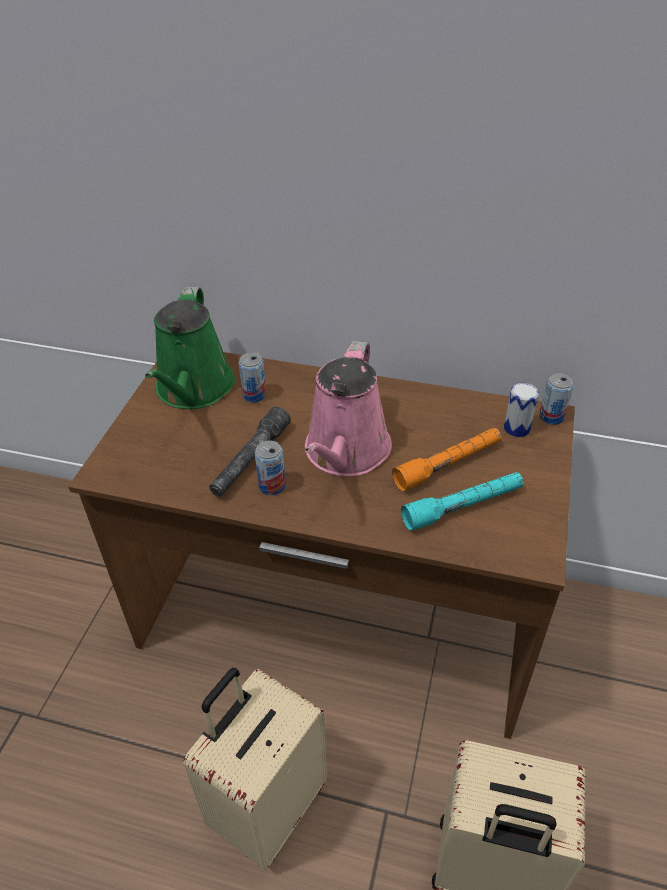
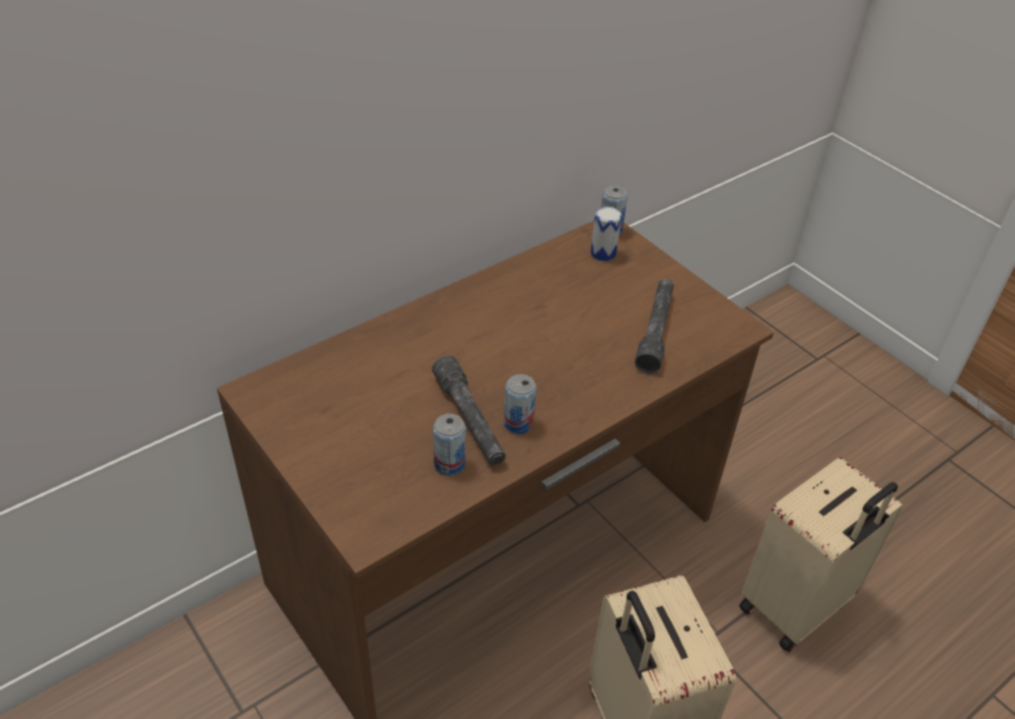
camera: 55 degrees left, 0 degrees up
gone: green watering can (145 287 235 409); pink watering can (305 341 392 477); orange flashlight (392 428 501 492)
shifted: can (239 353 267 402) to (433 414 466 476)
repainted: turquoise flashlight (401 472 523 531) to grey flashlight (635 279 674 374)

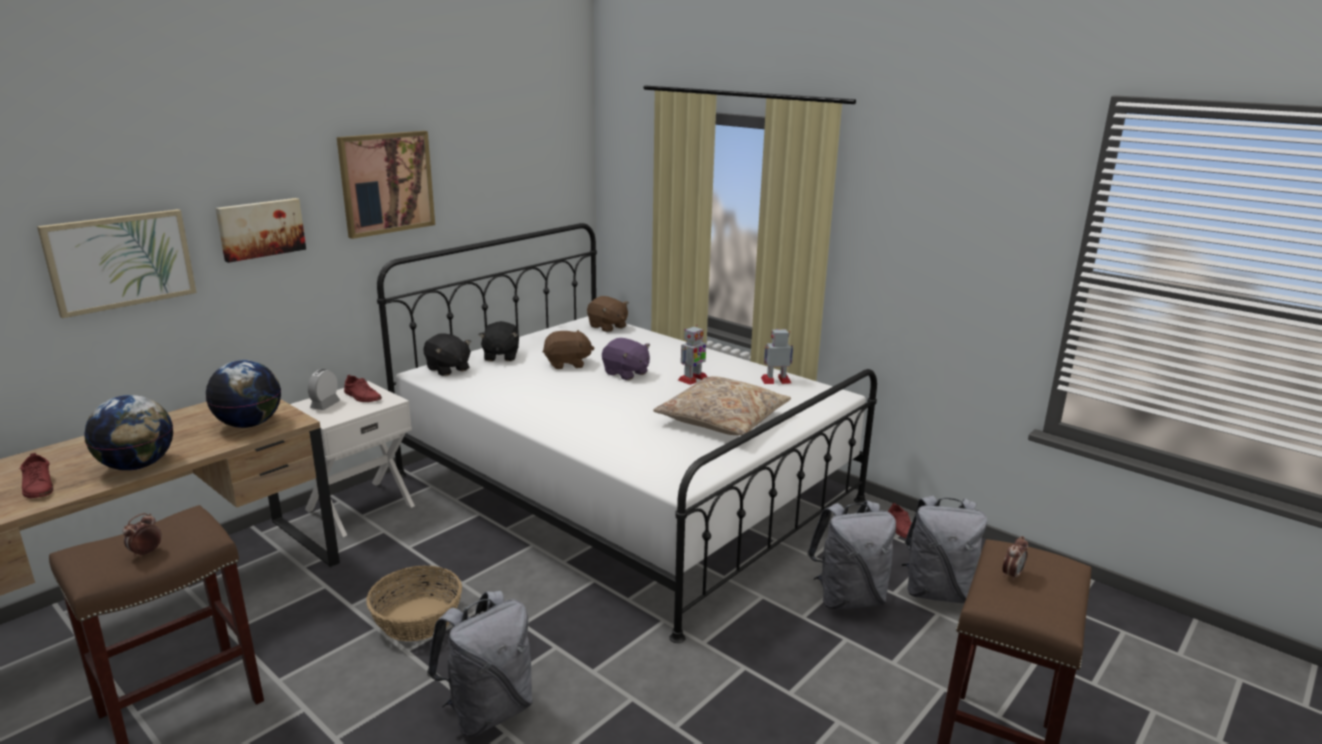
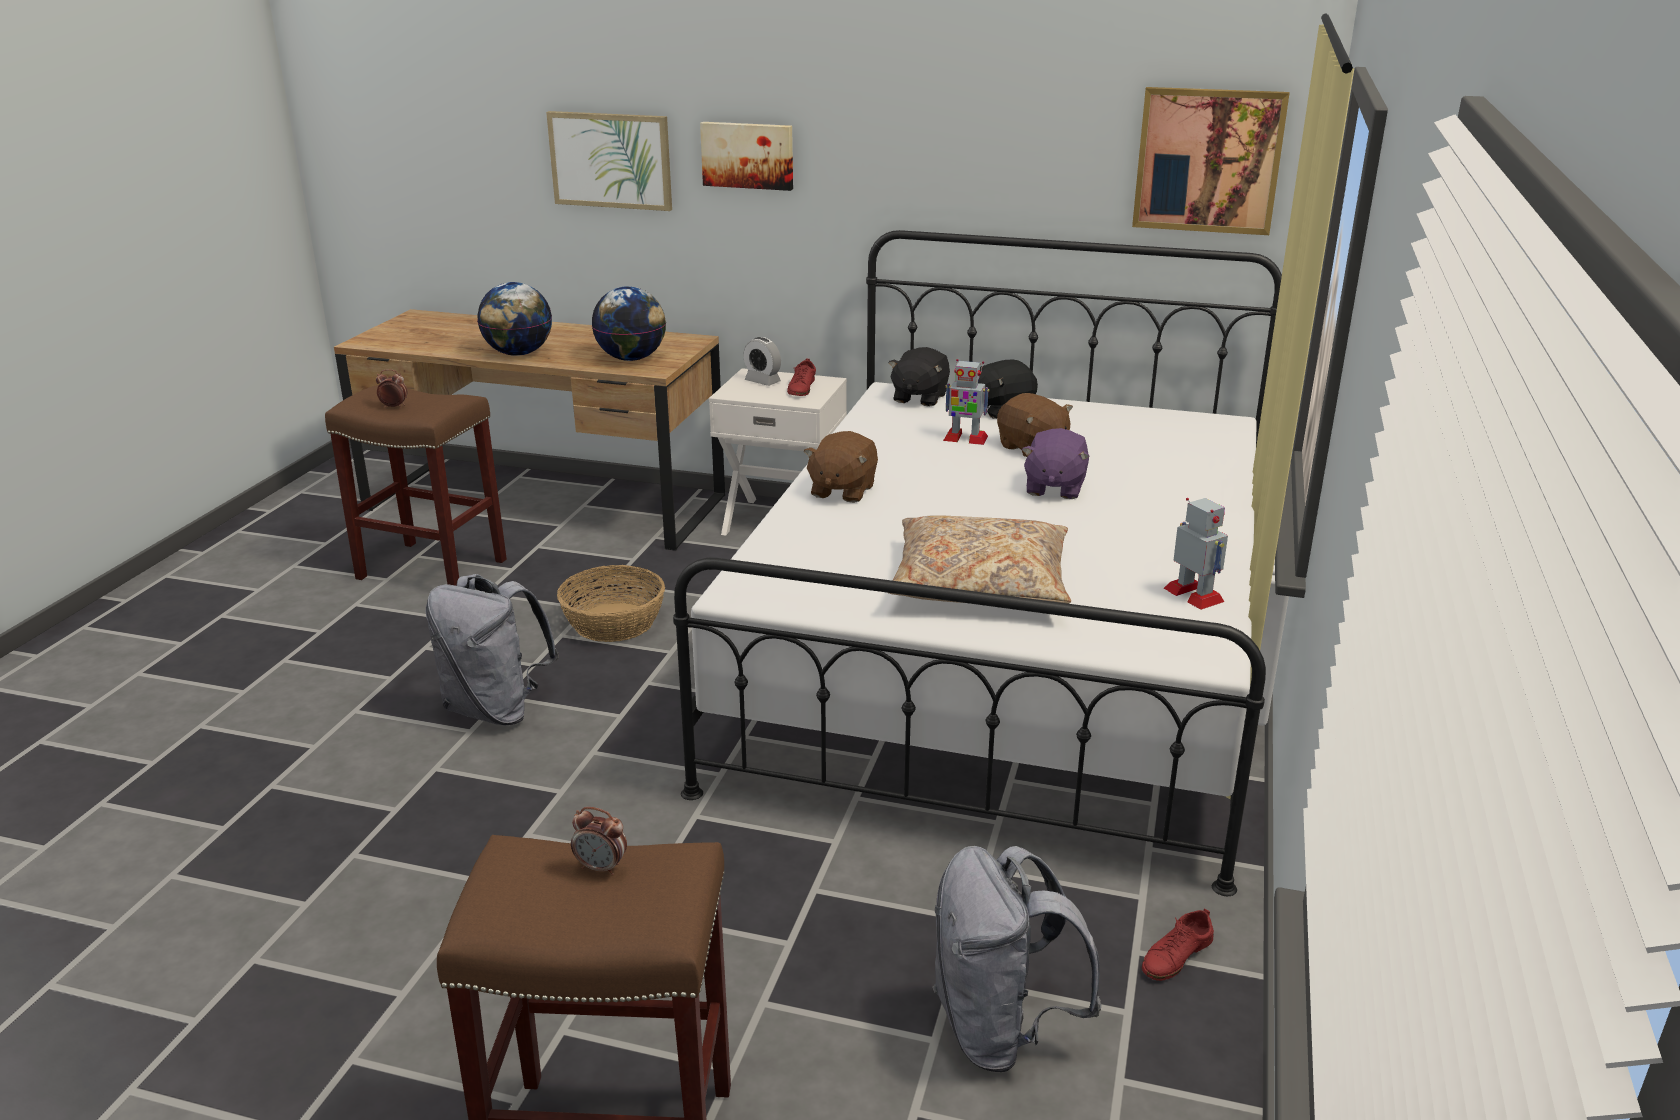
camera: 65 degrees right, 5 degrees up
gone: red shoe (19 453 53 498); grey backpack (807 500 896 610)
shifted: picture (337 131 435 239) to (1132 87 1290 235); brown plush toy (587 296 629 332) to (804 431 878 503); toy robot (678 325 707 385) to (943 359 989 445)
rotated: alarm clock (308 369 340 410) = (743 337 781 386) 135 degrees counterclockwise

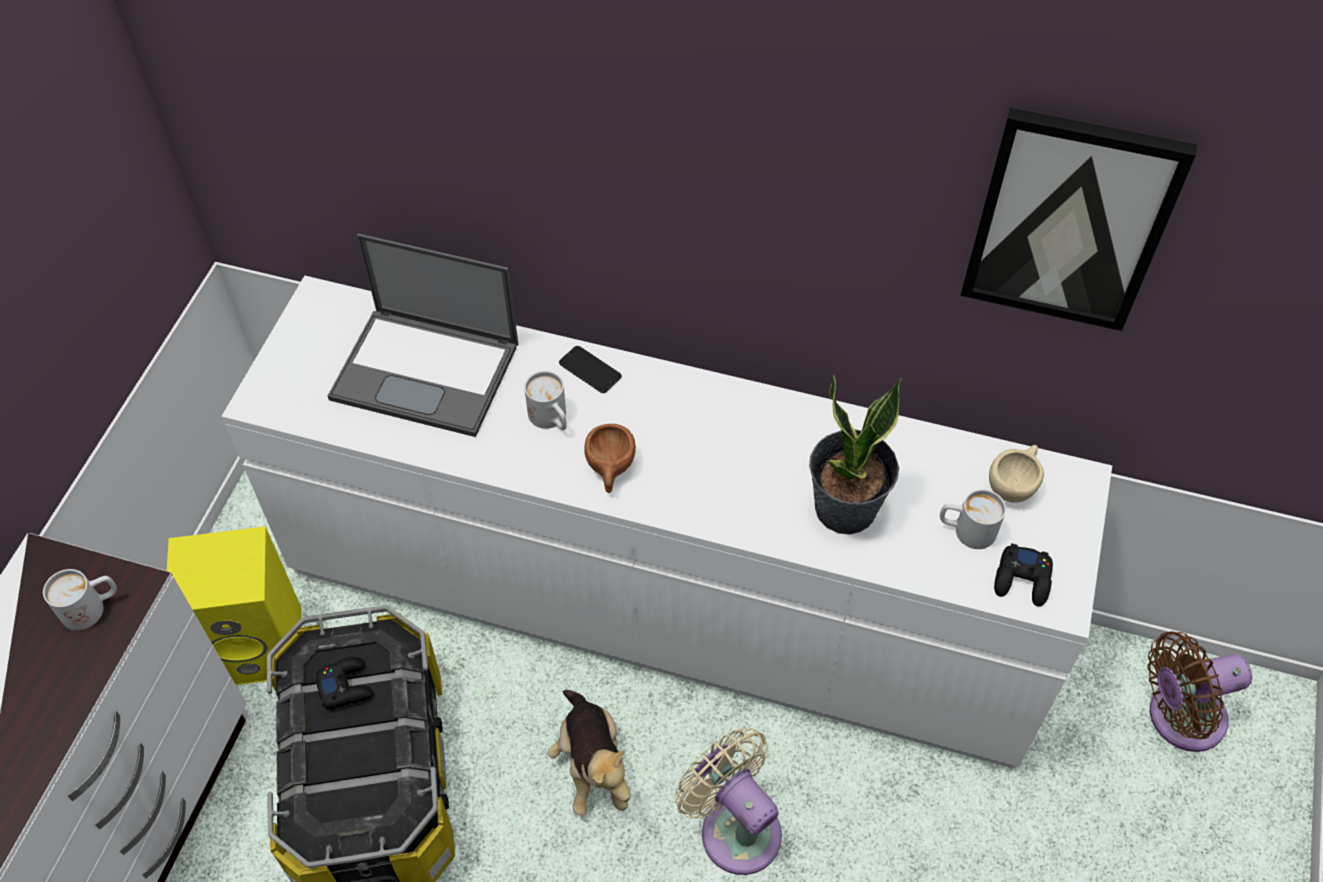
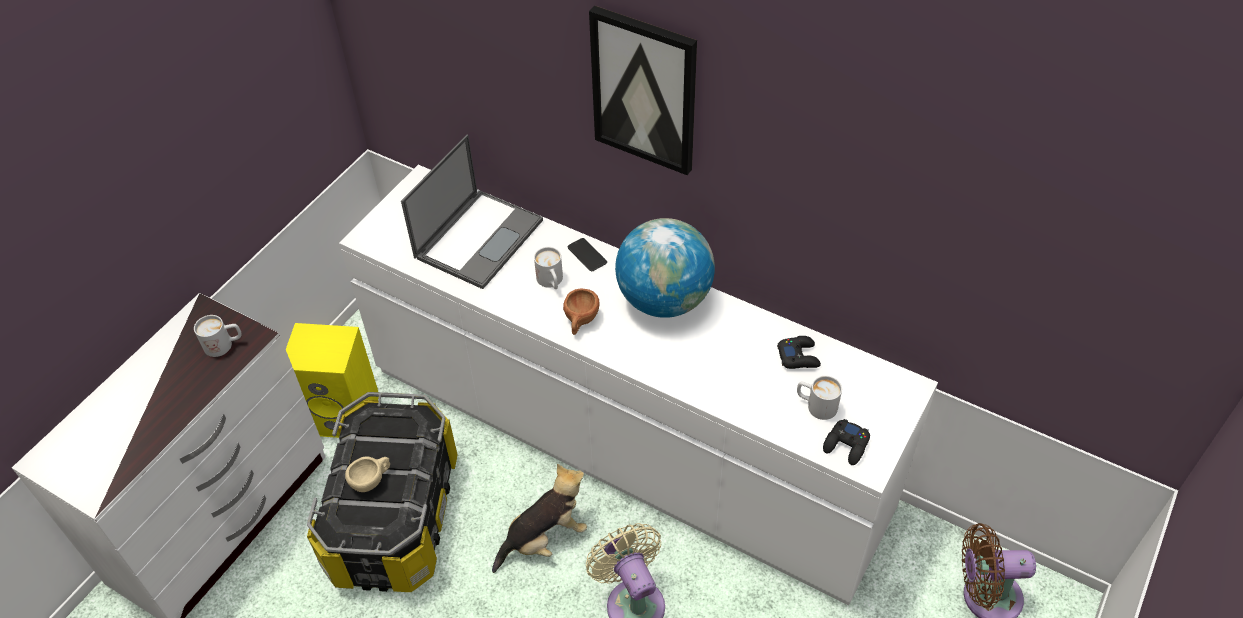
camera: 15 degrees right, 5 degrees down
gone: potted plant (809 375 902 534)
new: globe (615 218 715 318)
shifted: picture (960 107 1197 331) to (589 5 697 175); beige cup (989 445 1044 503) to (345 457 390 492); black game controller (314 657 374 709) to (777 336 821 369)
rotated: laptop (328 233 518 437) = (401 135 543 289) 90 degrees counterclockwise; plush toy (548 690 631 816) = (492 464 587 573) 120 degrees counterclockwise

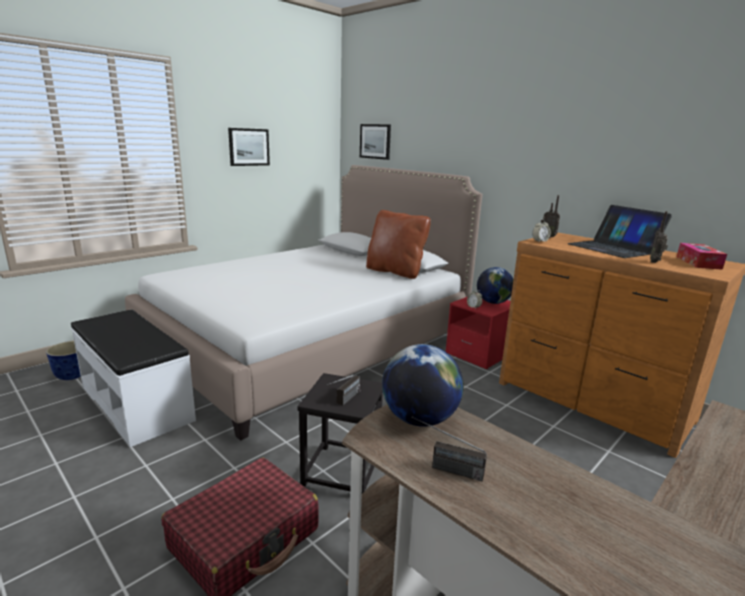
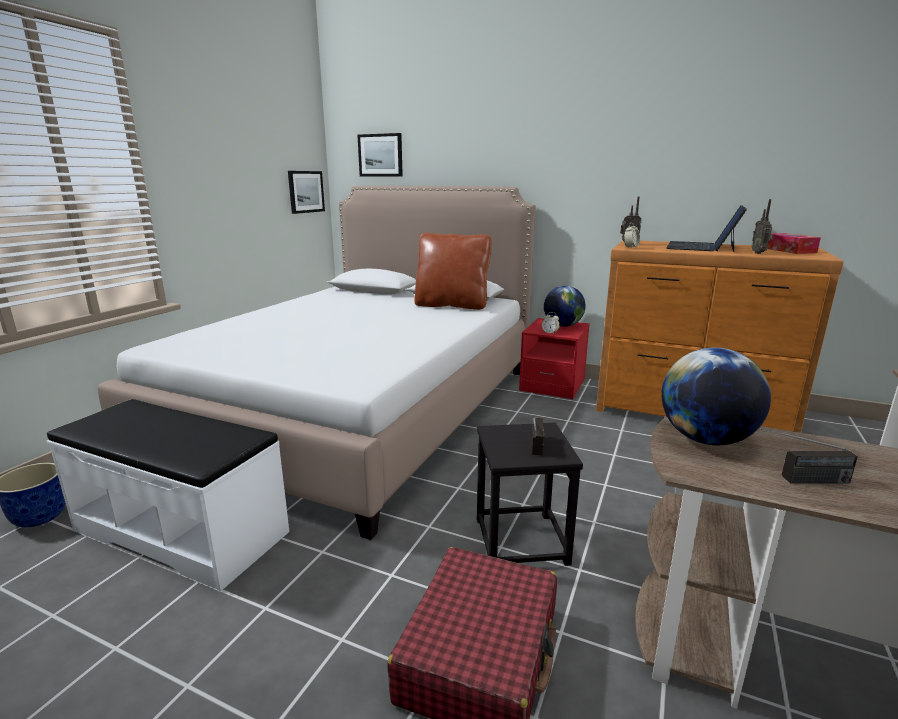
camera: 20 degrees left, 0 degrees up
shifted: picture (228 128 270 166) to (288 171 325 214)
rotated: laptop (567 205 672 258) = (666 205 747 252) 75 degrees clockwise

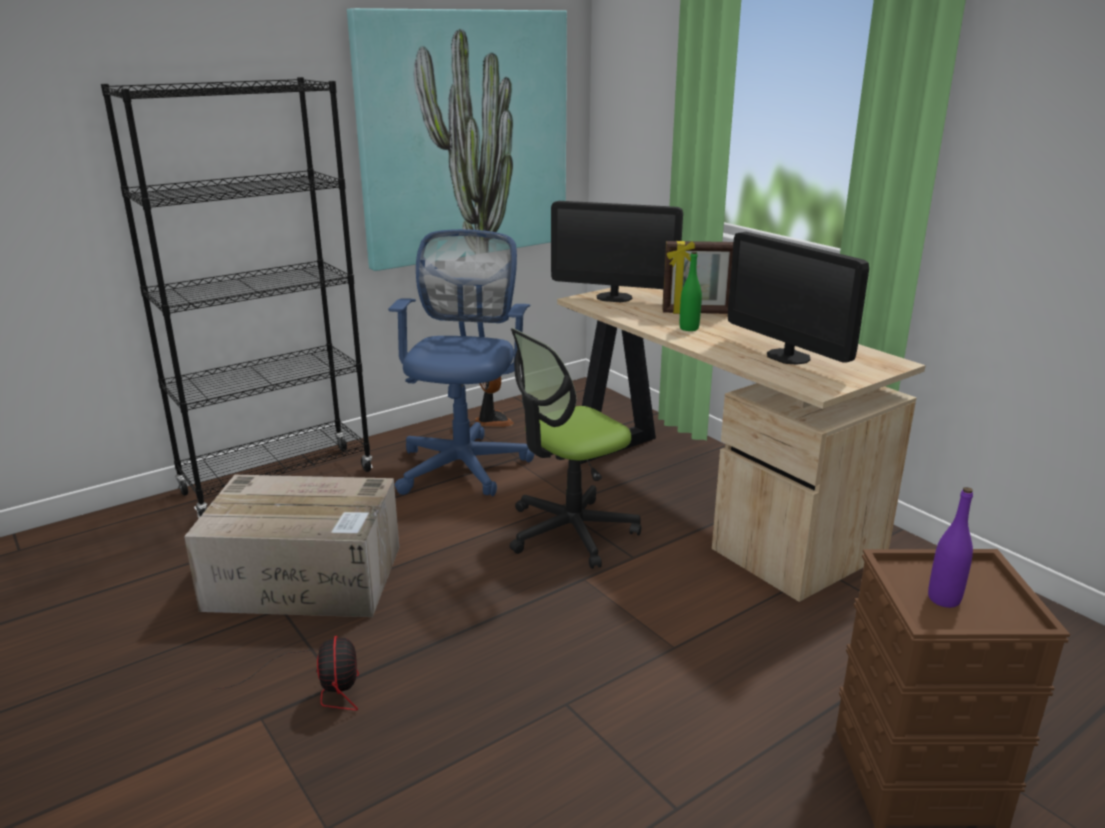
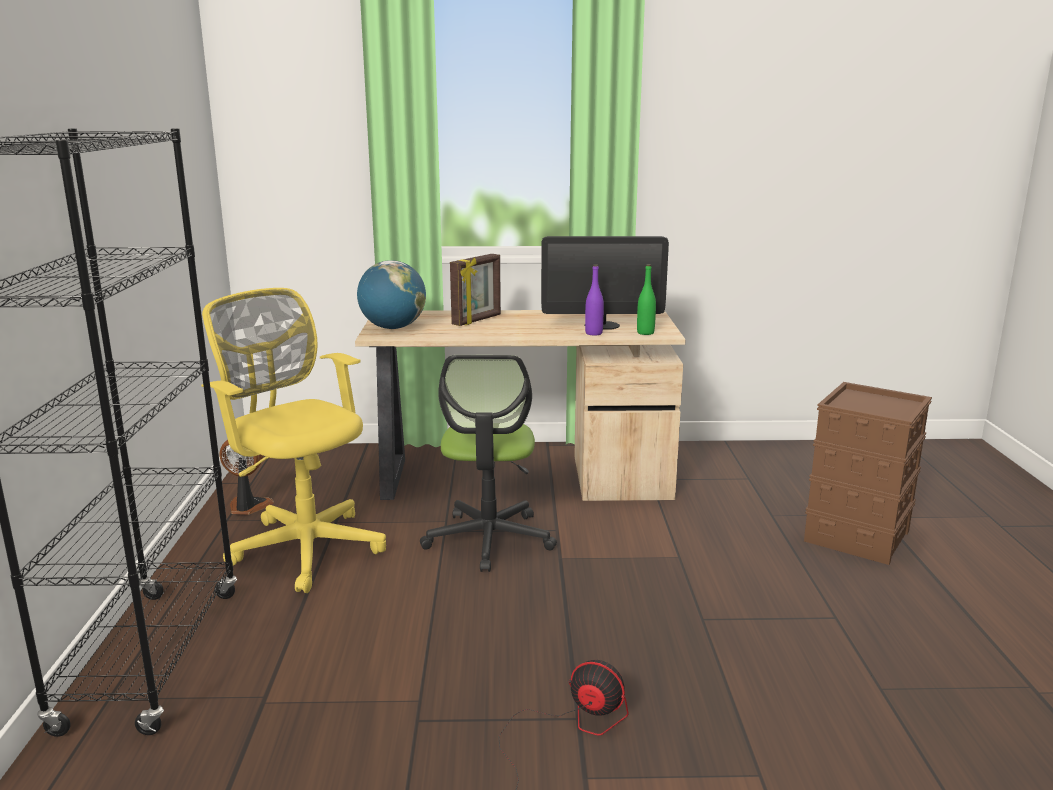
camera: 55 degrees left, 5 degrees down
gone: picture (347 8 567 271); cardboard box (184 475 399 617)
shifted: green bottle (680 251 702 331) to (637 264 656 335); purple bottle (928 487 973 608) to (585 264 604 335)
swapped: monitor (551 201 683 302) to globe (357 260 426 329)
repainted: blue office chair (388 229 534 496) to yellow office chair (201 288 386 593)

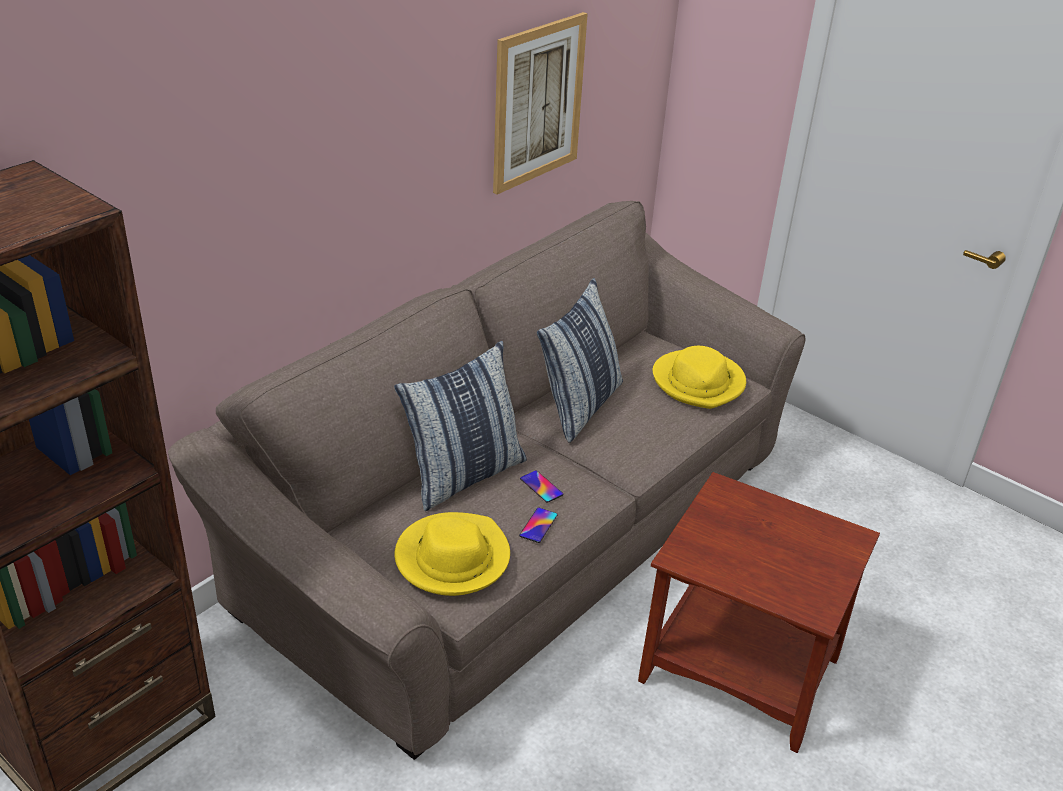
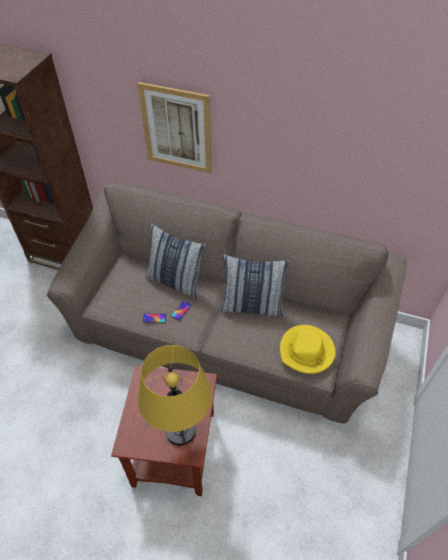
camera: 70 degrees right, 15 degrees up
gone: yellow hat (394 512 510 596)
new: yellow table lamp (137 345 212 445)
shifted: picture (493 12 588 195) to (137 82 212 173)

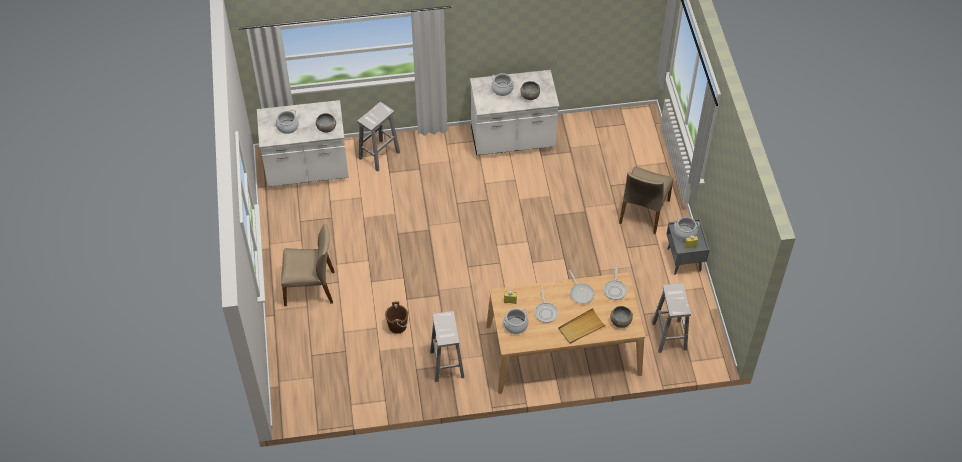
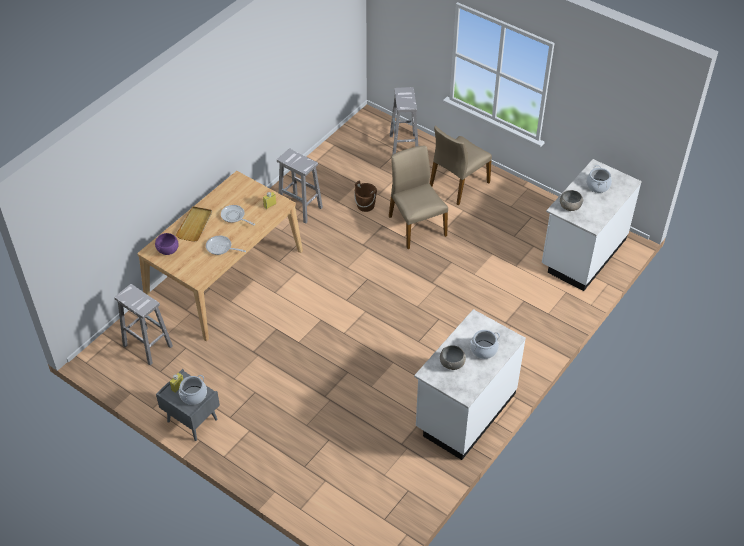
camera: 135 degrees right, 5 degrees down
gone: frying pan (604 265 627 300); cooking pot (503 308 528 334)
shifted: white stool (357 102 400 172) to (390 87 418 155); beige chair (619 167 673 234) to (389 146 448 249)
repainted: grey bowl (610 306 633 328) to purple bowl (155 233 179 255)

